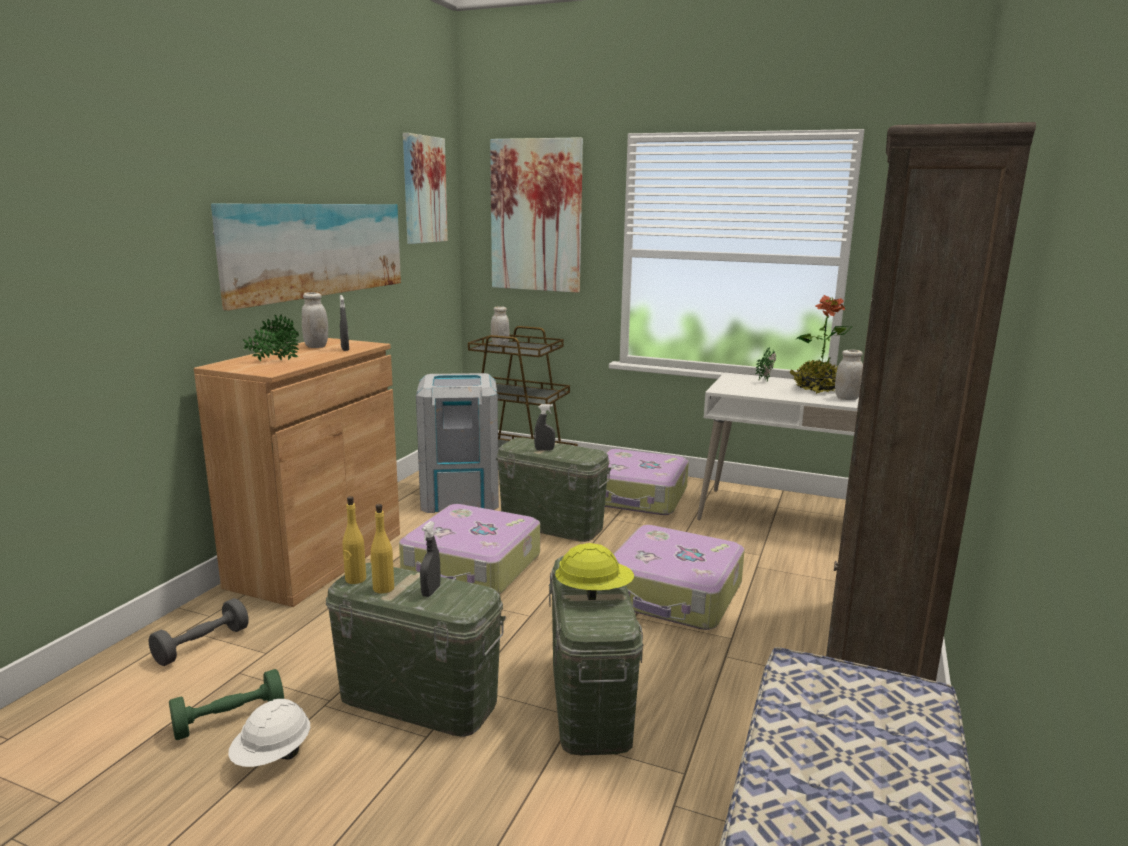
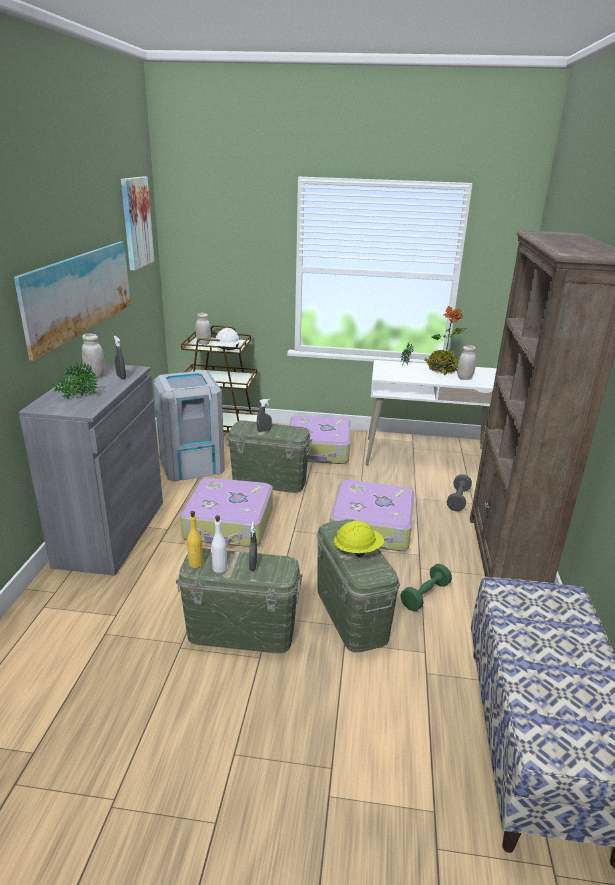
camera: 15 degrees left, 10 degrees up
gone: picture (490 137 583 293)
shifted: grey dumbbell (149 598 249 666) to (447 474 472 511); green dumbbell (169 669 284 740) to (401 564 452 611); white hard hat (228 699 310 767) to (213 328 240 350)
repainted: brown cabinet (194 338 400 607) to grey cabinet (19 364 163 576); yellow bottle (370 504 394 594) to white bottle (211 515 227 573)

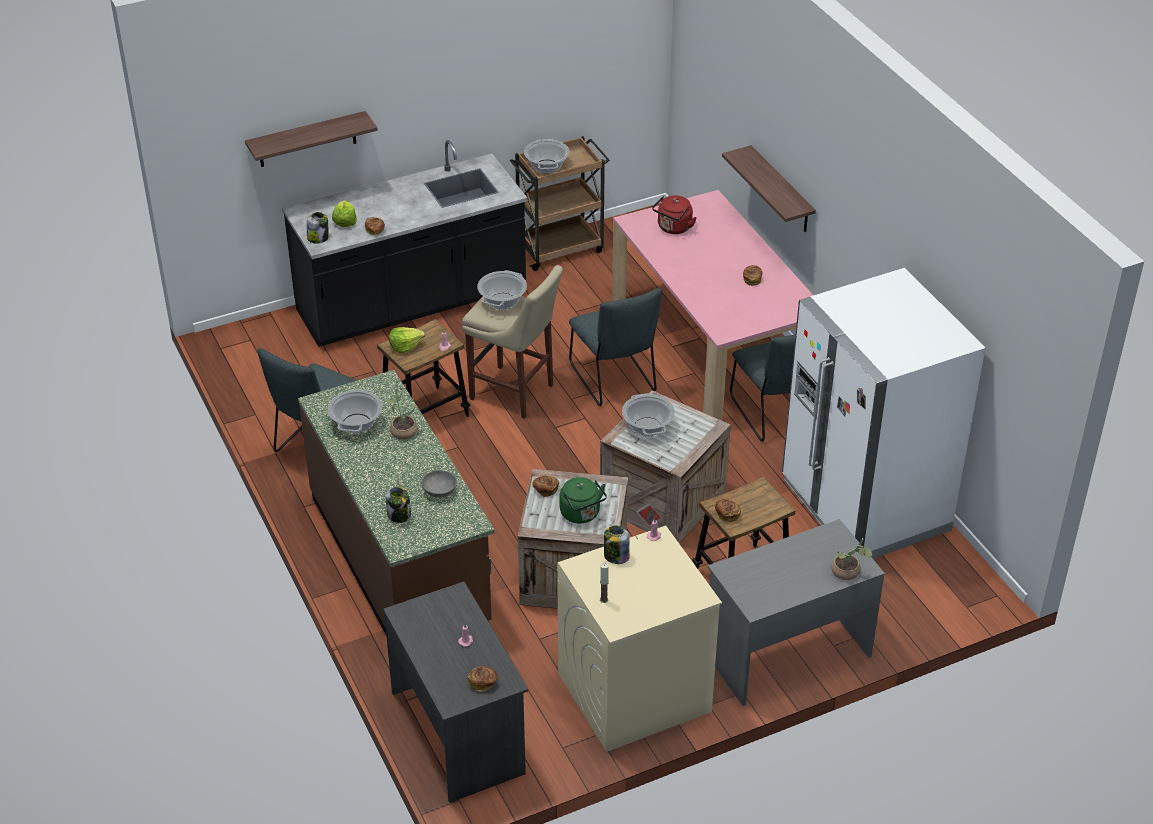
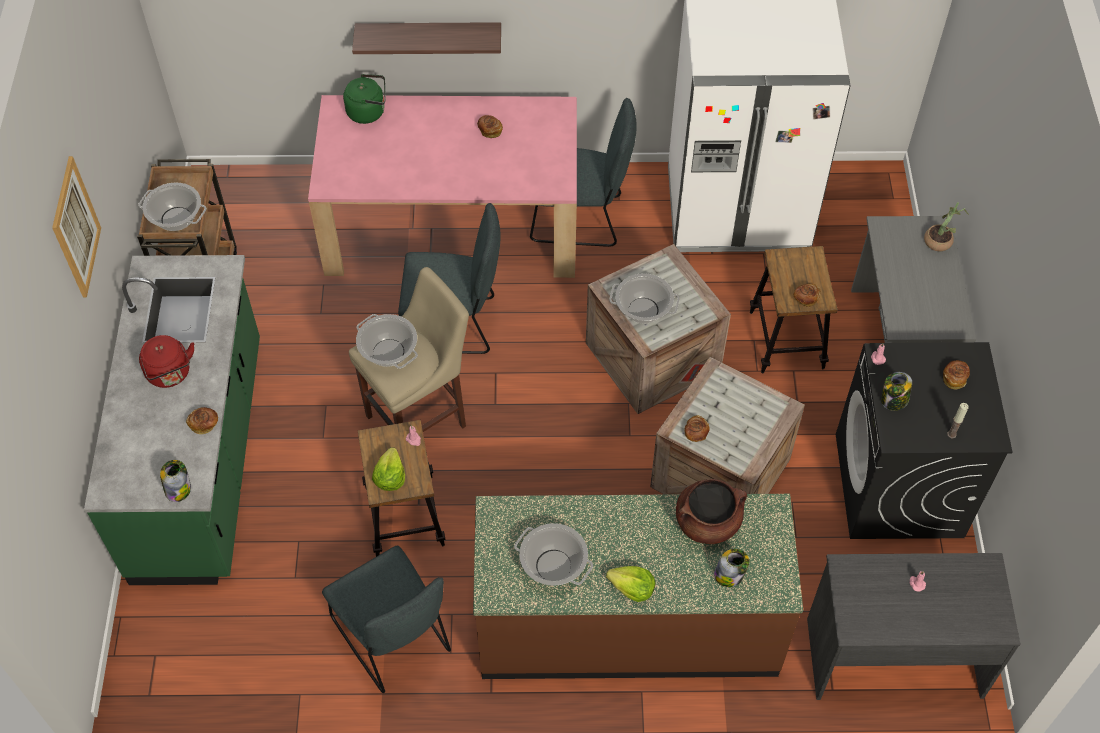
camera: 65 degrees left, 15 degrees up
gone: shelf (245 111 378 167); potted plant (387 386 418 440)
new: picture (52 156 101 297)
shifted: red kettle (652 195 697 234) to (139 335 194 388); lettuce (332 200 357 227) to (606 566 655 602); green kettle (559 477 607 524) to (343 74 385 124); bread (467 666 498 692) to (943 360 970 389)
swapped: grey bowl (421 470 457 498) to brown cooking pot (676 479 747 544)
repainted: black counter (282 140 528 347) to green counter (84 255 260 585); beige washing machine (557 525 722 752) to black washing machine (836 342 1013 539)

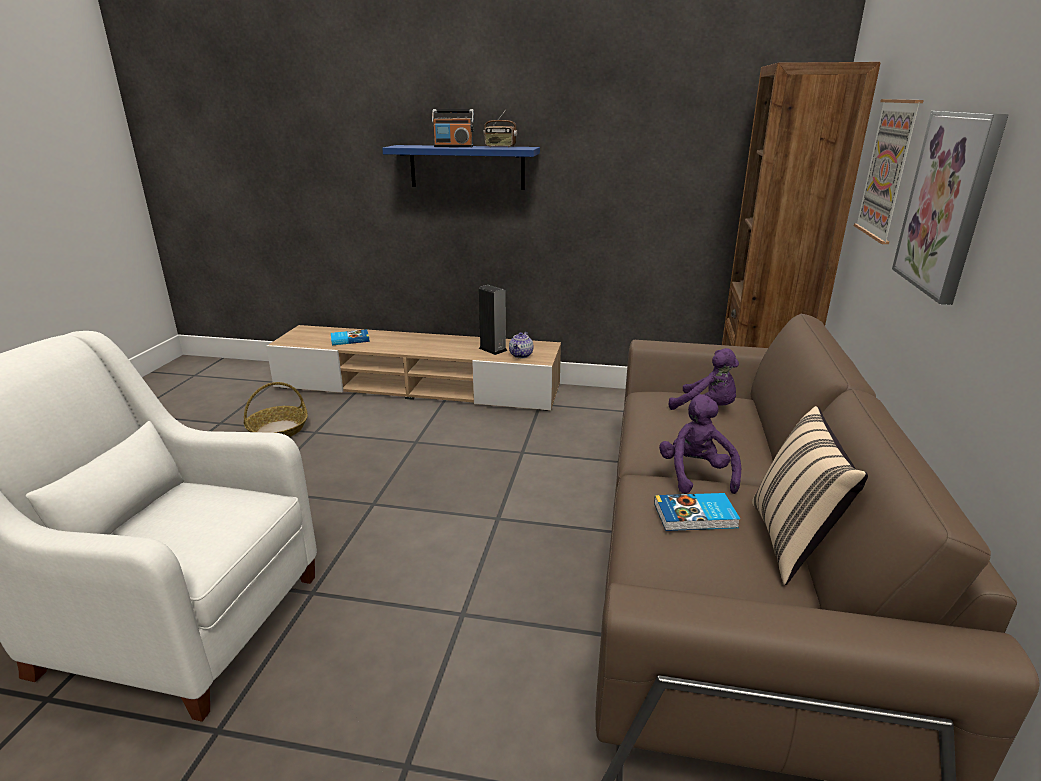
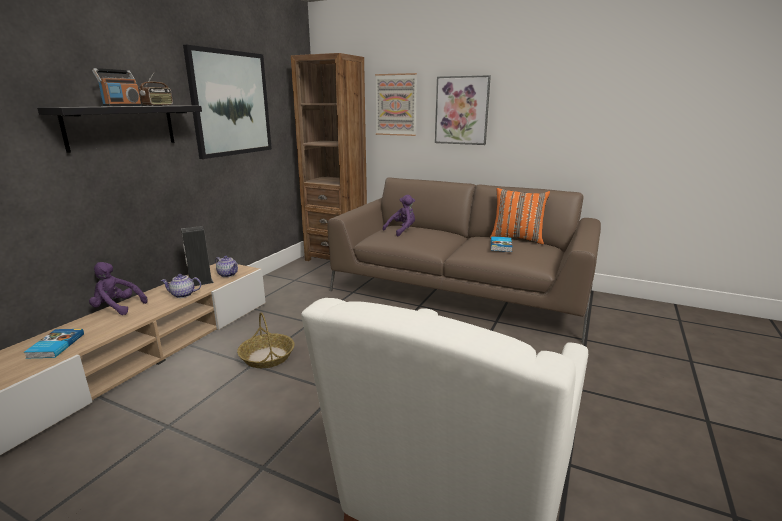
camera: 75 degrees left, 5 degrees down
new: picture (183 45 272 159); teapot (161 274 201 298)
shifted: basket (244 382 308 437) to (237 312 294 368); purple plush toy (659 394 742 494) to (89 262 148 315)
repainted: blue shelf (382 145 540 190) to black shelf (37 106 202 153); beige pillow (752 406 868 585) to orange pillow (490 188 550 244)

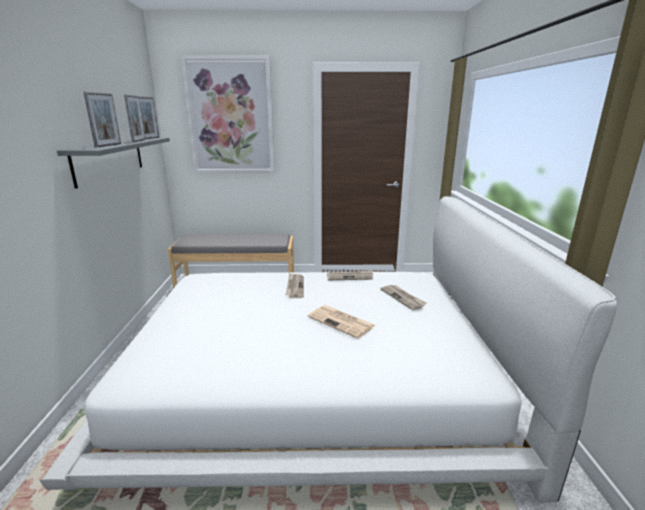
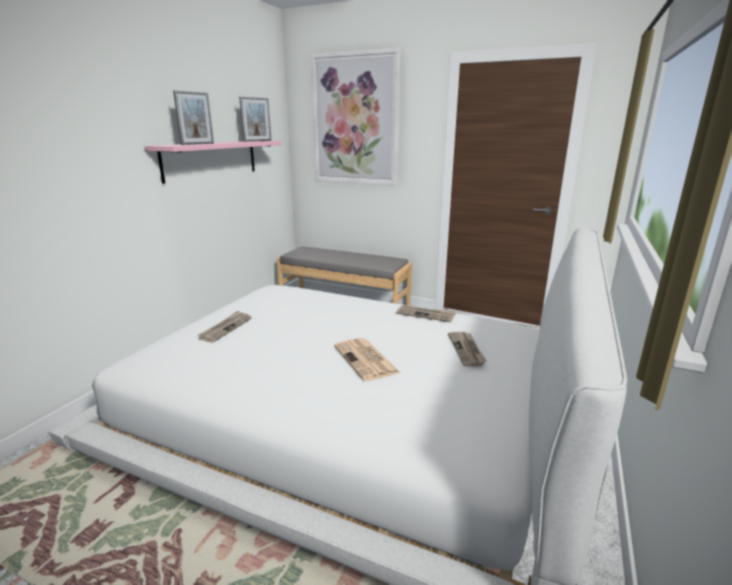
camera: 25 degrees right, 0 degrees up
gone: picture frame (124 94 145 142)
shifted: newspaper (286 273 304 298) to (197 311 252 343)
repainted: grey shelf (57 138 170 189) to pink shelf (145 141 282 184)

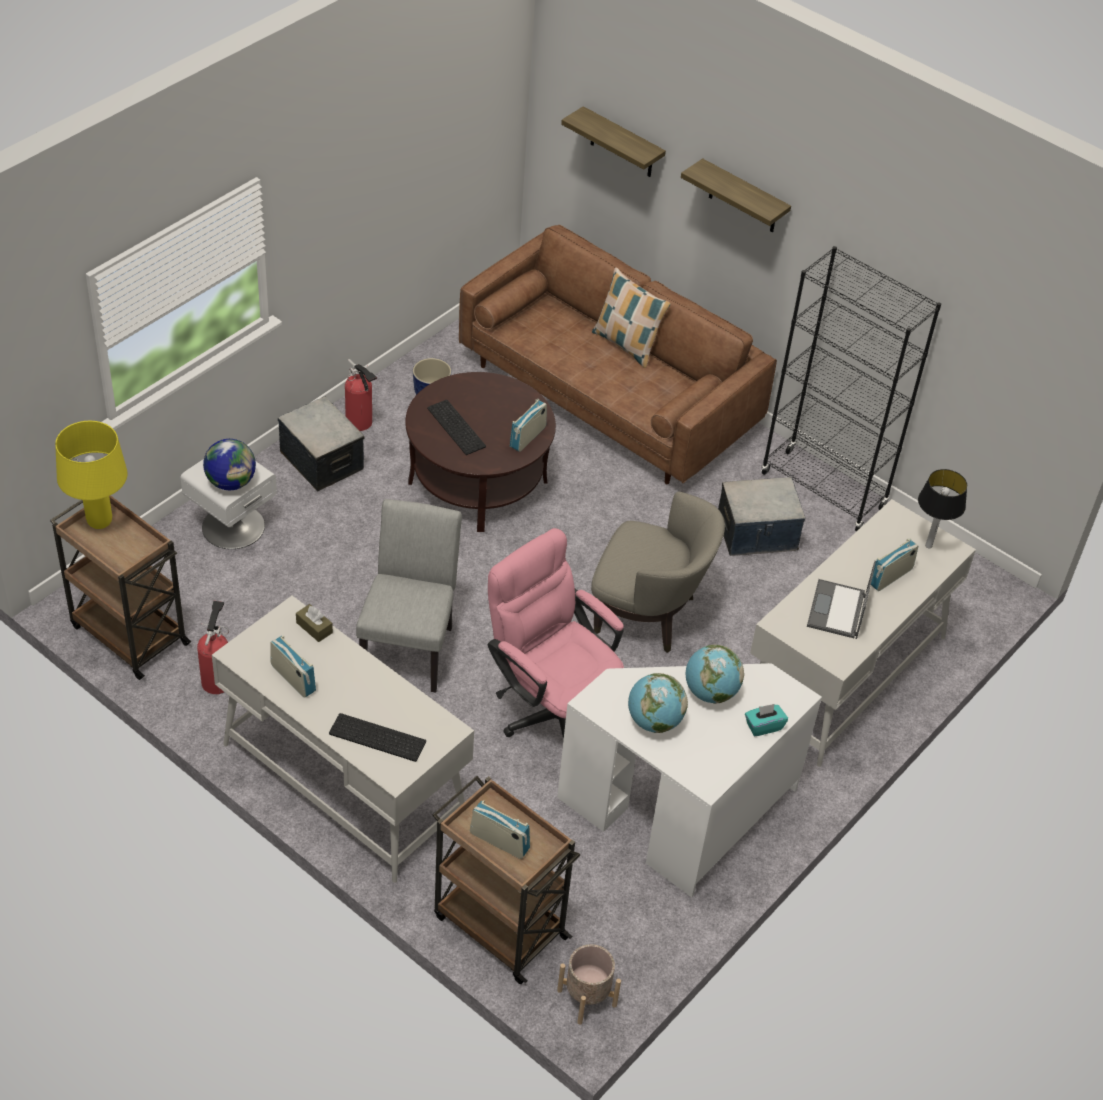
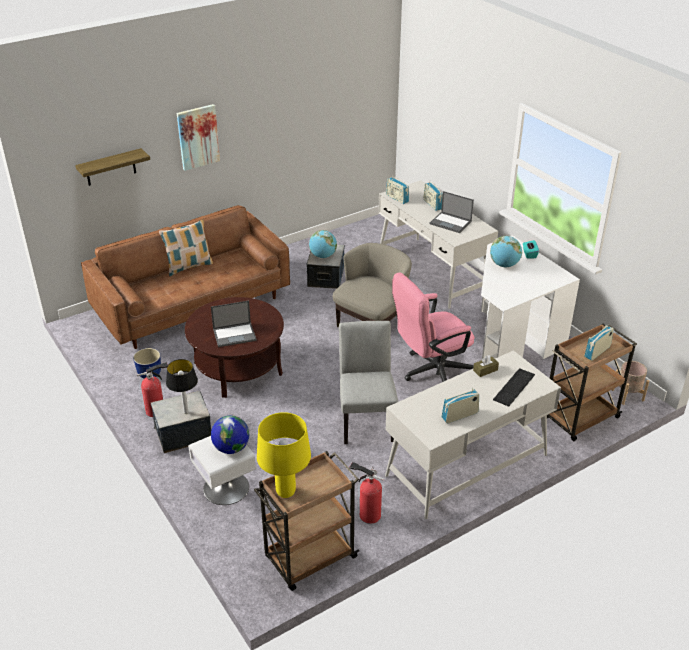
camera: 70 degrees left, 10 degrees down
gone: black bookcase (761 246 941 532)
shifted: radio (510 399 547 452) to (386 175 409 204); table lamp (918 469 967 548) to (166 359 198 414); brown tissue box (296 604 333 642) to (473 355 499 377); globe (628 673 688 733) to (309 230 337 258)
swapped: shelf (681 158 791 232) to picture (177 104 220 171); keyboard (427 400 486 455) to laptop (211 301 257 347)
rotated: grey chair (356 499 462 693) = (339 321 398 444) 60 degrees clockwise

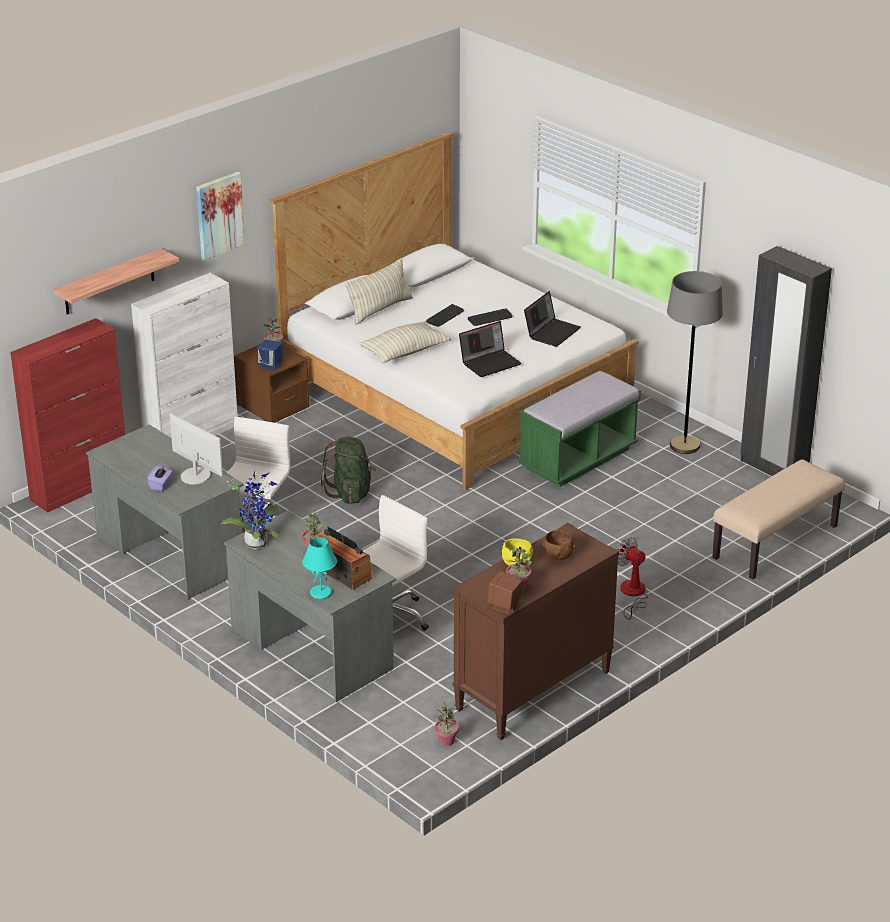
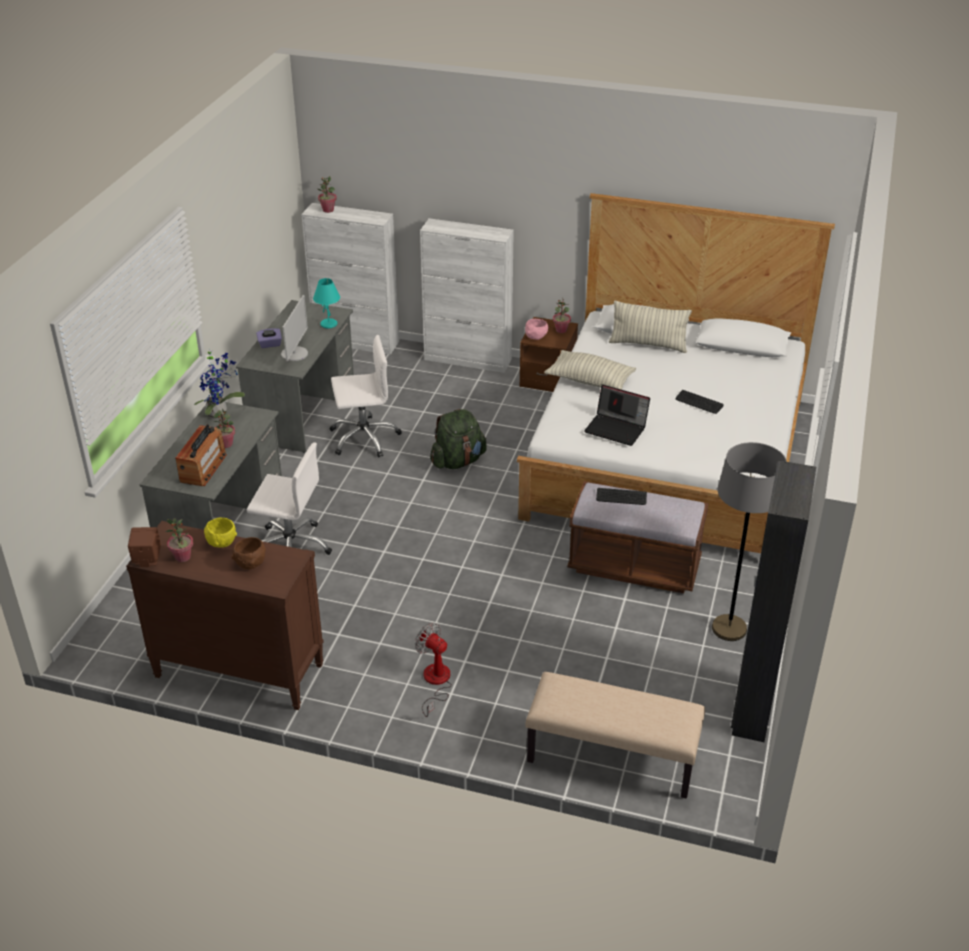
camera: 60 degrees right, 5 degrees up
gone: picture (196 172 245 260); shelf (53 248 179 315); laptop (524 291 581 347)
shifted: keyboard (426 304 464 327) to (596 488 647 505); turquoise table lamp (302 537 337 599) to (313 278 340 329); potted plant (435 701 459 746) to (318 176 337 213)
swapped: blue speaker (257 340 283 371) to pink bowl (525 319 548 340)
repainted: red cabinet (10 318 125 513) to white cabinet (301 203 399 355); green bench (518 370 641 487) to brown bench (567 481 708 593)
rotated: fan (617 537 648 620) = (415 623 452 717) 60 degrees counterclockwise

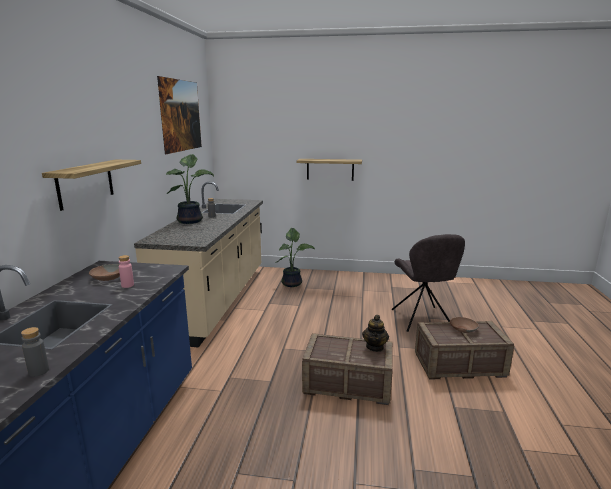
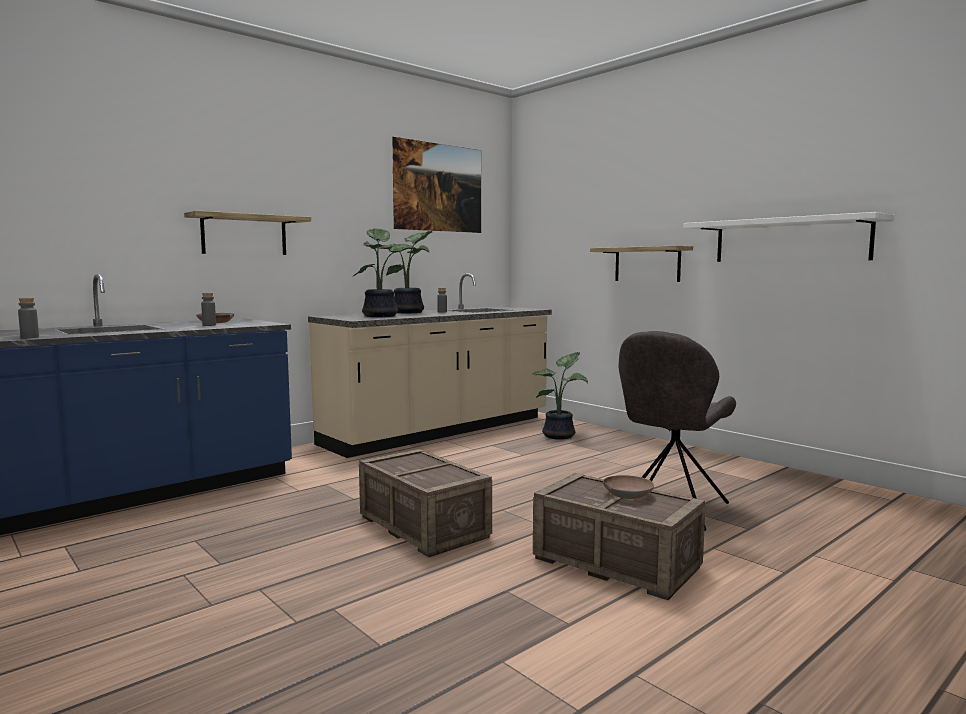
camera: 40 degrees right, 10 degrees down
gone: teapot (362 315 389 352)
new: white shelf (683 212 895 262); potted plant (353 228 419 317)
repainted: pink bottle (118 255 134 288) to grey bottle (201 293 216 326)

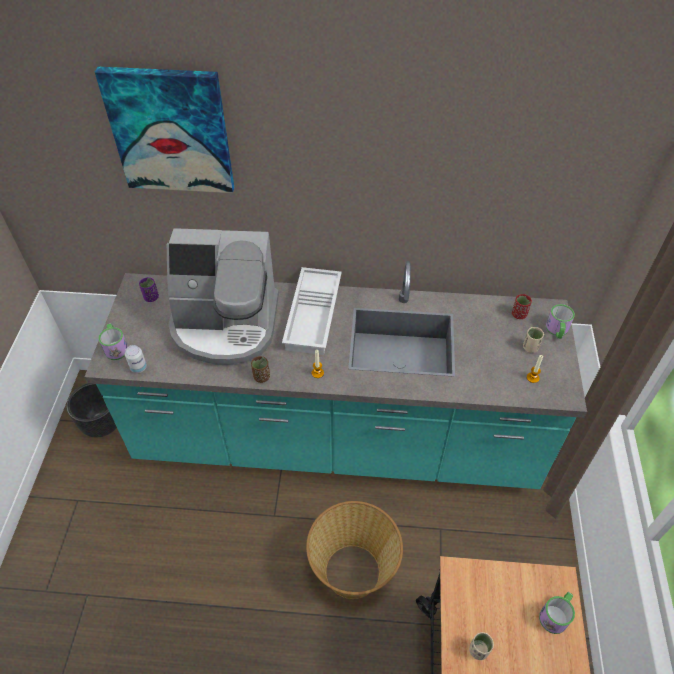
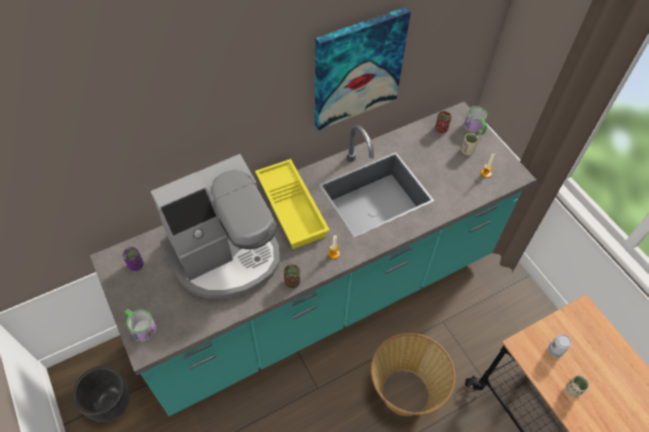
camera: 35 degrees left, 5 degrees up
gone: mug (539 592 575 634)
shifted: picture (95 67 234 193) to (315 7 411 130); can (125 345 147 373) to (548 334 571 357)
repainted: white tray (282 267 342 355) to yellow tray (255 159 330 249)

